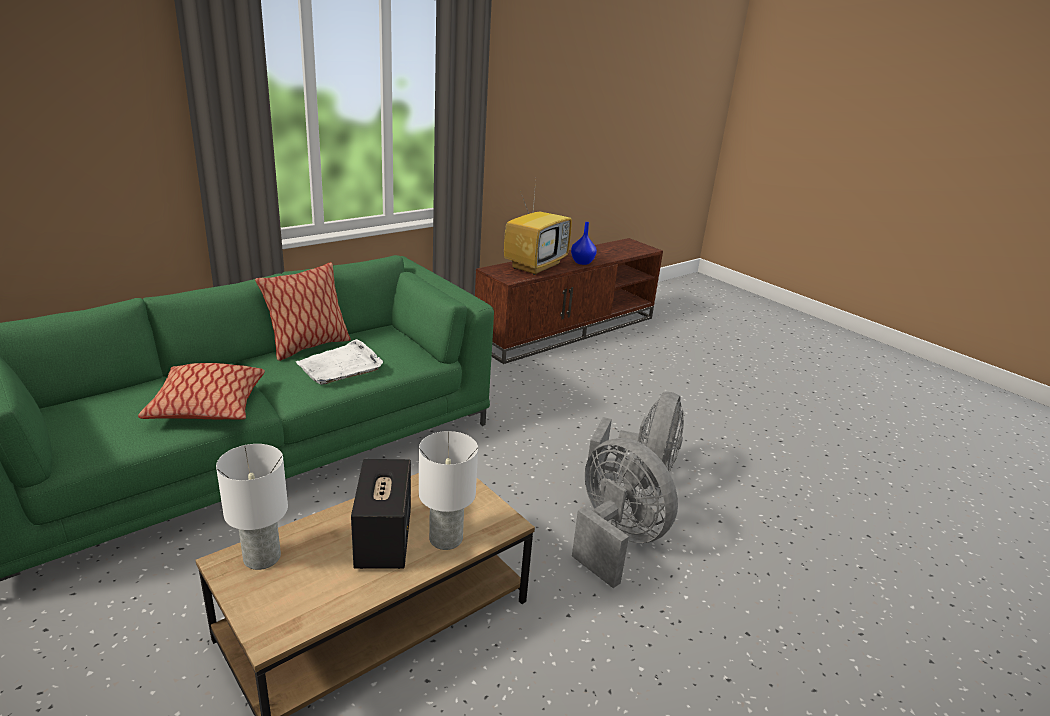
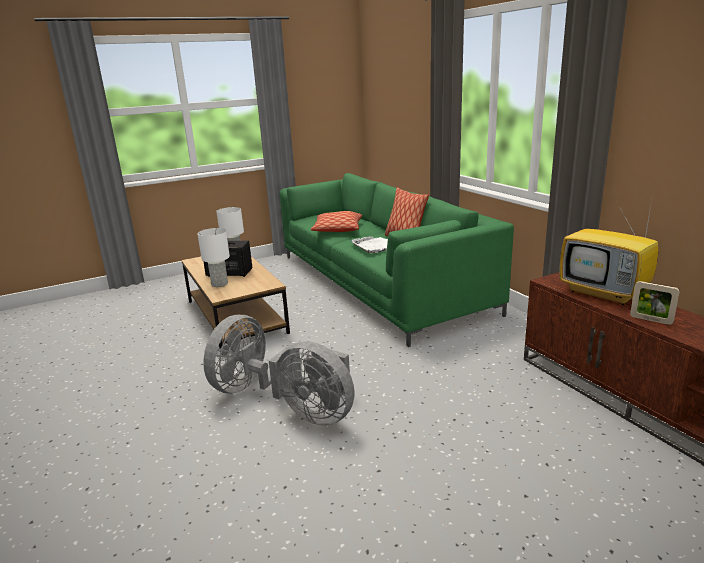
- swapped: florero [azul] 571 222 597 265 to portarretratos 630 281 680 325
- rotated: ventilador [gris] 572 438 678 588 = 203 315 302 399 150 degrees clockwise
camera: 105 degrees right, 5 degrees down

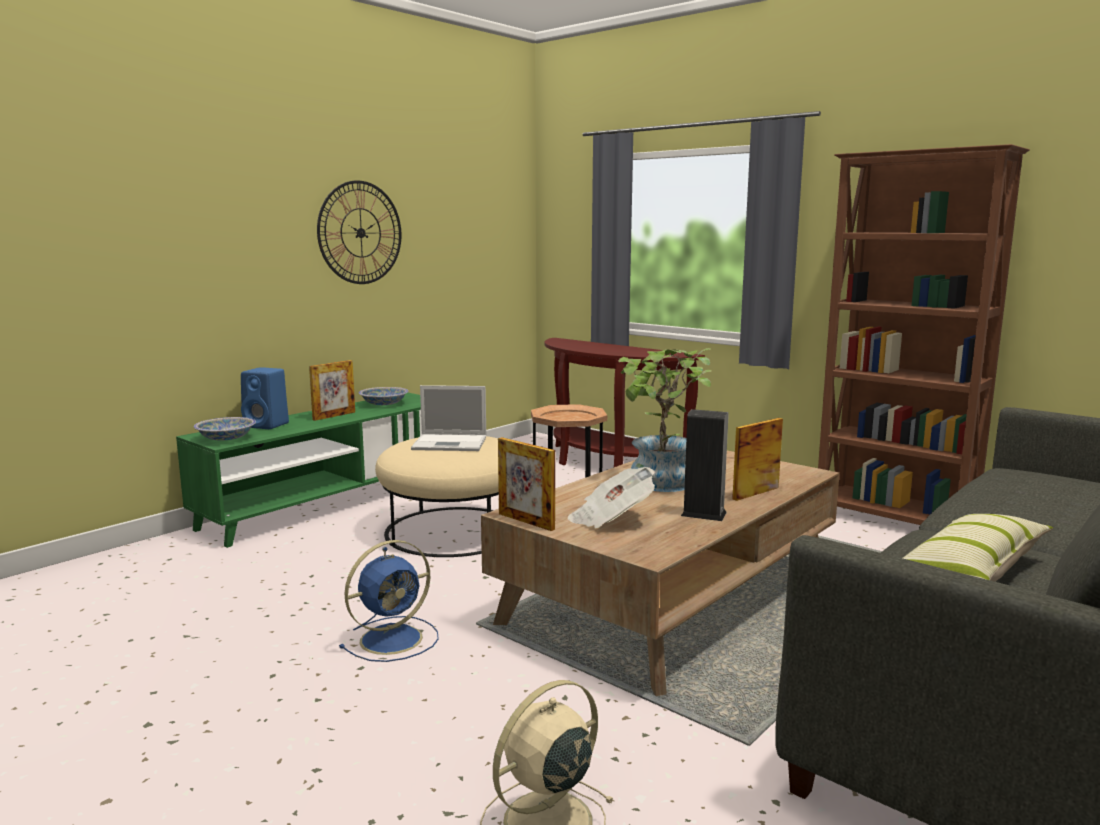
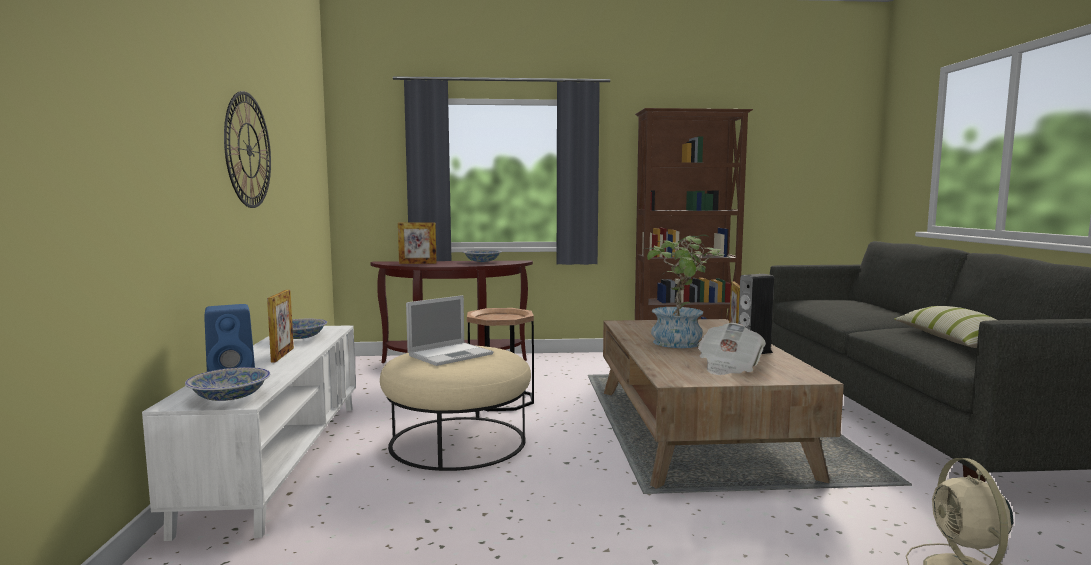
- repainted: mueble de televisión [verde] 176 393 422 548 to mueble de televisión [blanco] 142 325 356 541
- gone: ventilador [azul] 339 540 439 662
- shifted: portarretratos 498 437 555 531 to 398 222 437 264
- new: cuenco 463 250 502 262
camera: 45 degrees left, 5 degrees down

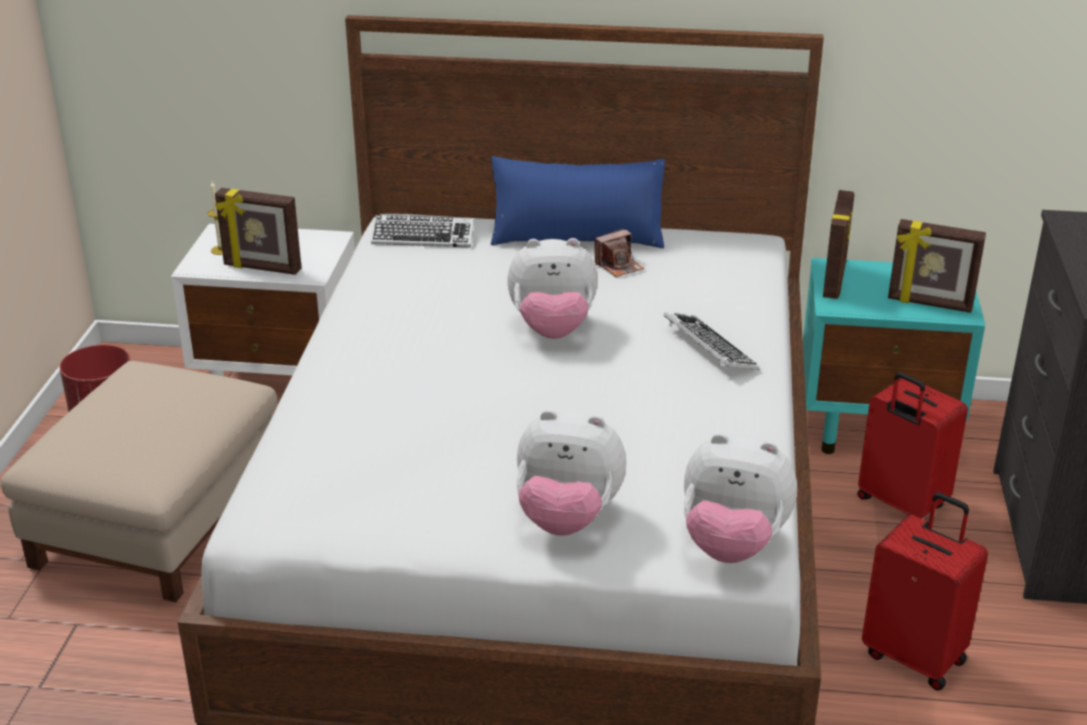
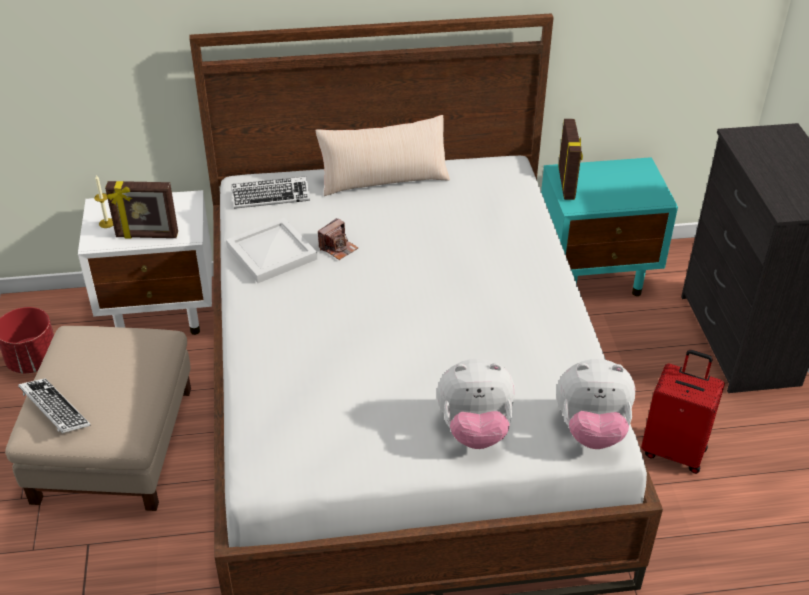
- repainted: cojín [azul] 491 156 665 248 to cojín [beis] 315 115 450 196
- gone: peluche 507 238 598 339
- shifted: cámara 595 229 644 277 to 318 218 358 260
- shifted: teclado 663 312 759 370 to 18 378 91 433
- gone: maleta [rojo] 857 372 968 519
- gone: portarretratos 888 219 986 313
- new: bandeja [blanco] 226 218 317 283
camera: 15 degrees left, 10 degrees up

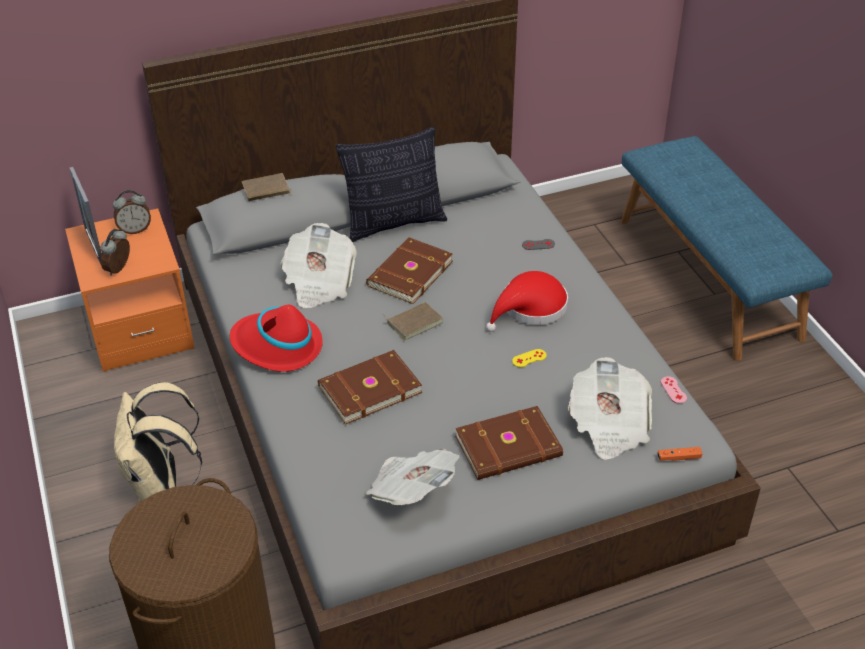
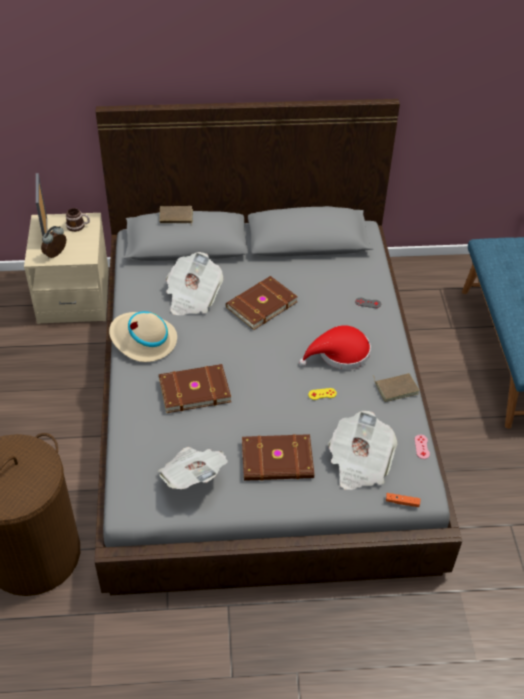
- repainted: mesita de noche [naranja] 65 208 195 372 to mesita de noche [beis] 24 213 109 324
- swapped: despertador 113 190 151 234 to taza grande 66 208 90 232
- gone: mochila [beis] 114 382 202 502
- repainted: sombrero [rojo] 230 305 323 372 to sombrero [beis] 109 311 177 362
- gone: cojín 336 127 447 242
- shifted: libro [marrón] 383 302 443 341 to 373 373 420 402
camera: 15 degrees right, 5 degrees up

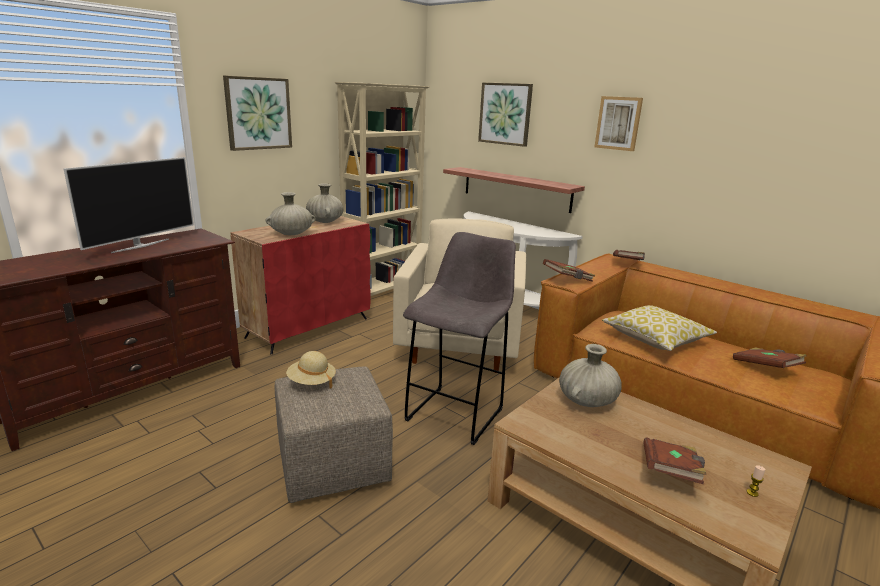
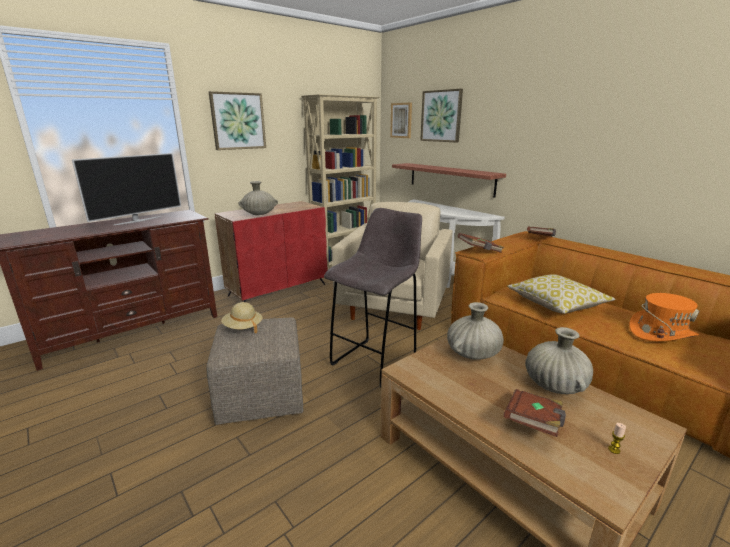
- shifted: florero [beis] 306 183 344 223 to 525 327 593 394
- shifted: cuadro 595 96 643 151 to 390 103 412 138
- swapped: libro [marrón] 733 347 806 368 to sombrero [naranja] 629 293 699 341
camera: 10 degrees right, 0 degrees up

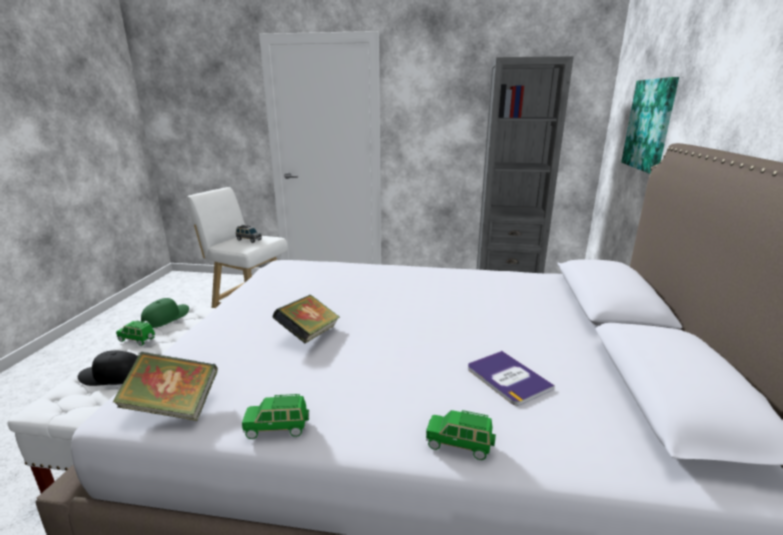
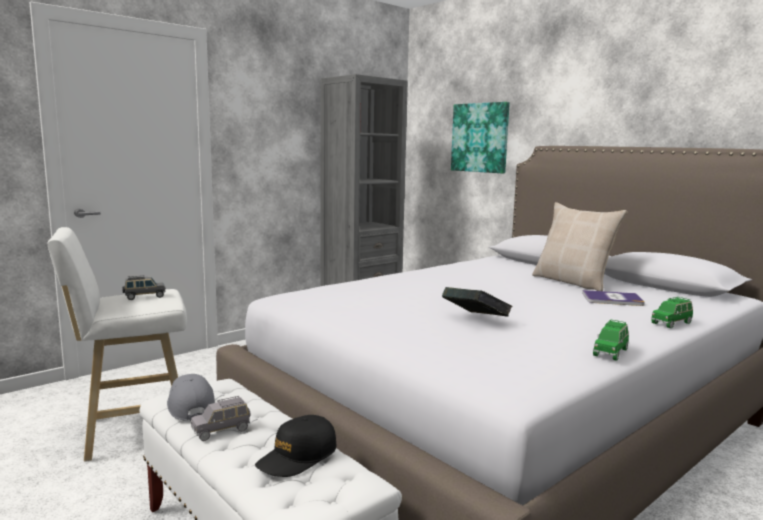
- gone: libro 112 352 218 421
- repainted: coche de juguete [verde] 116 321 155 346 to coche de juguete [gris] 191 396 250 441
- repainted: gorra [verde] 141 298 189 328 to gorra [gris] 167 374 215 421
- new: cojín [beis] 532 202 628 291
camera: 50 degrees left, 10 degrees down

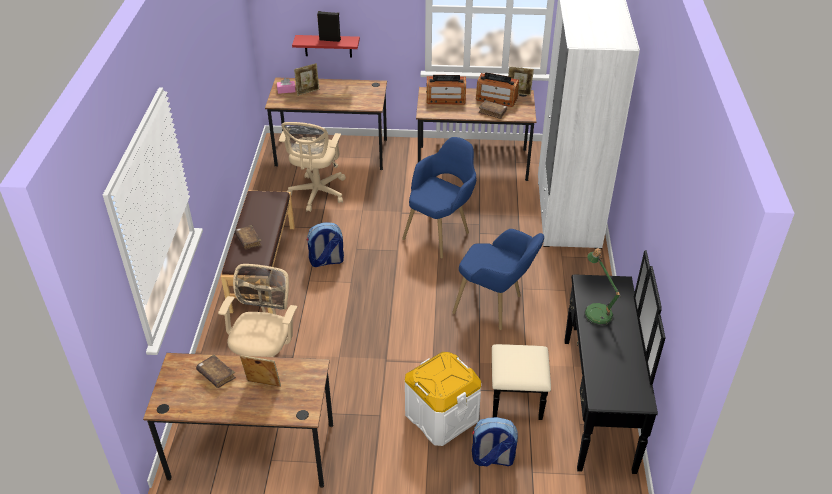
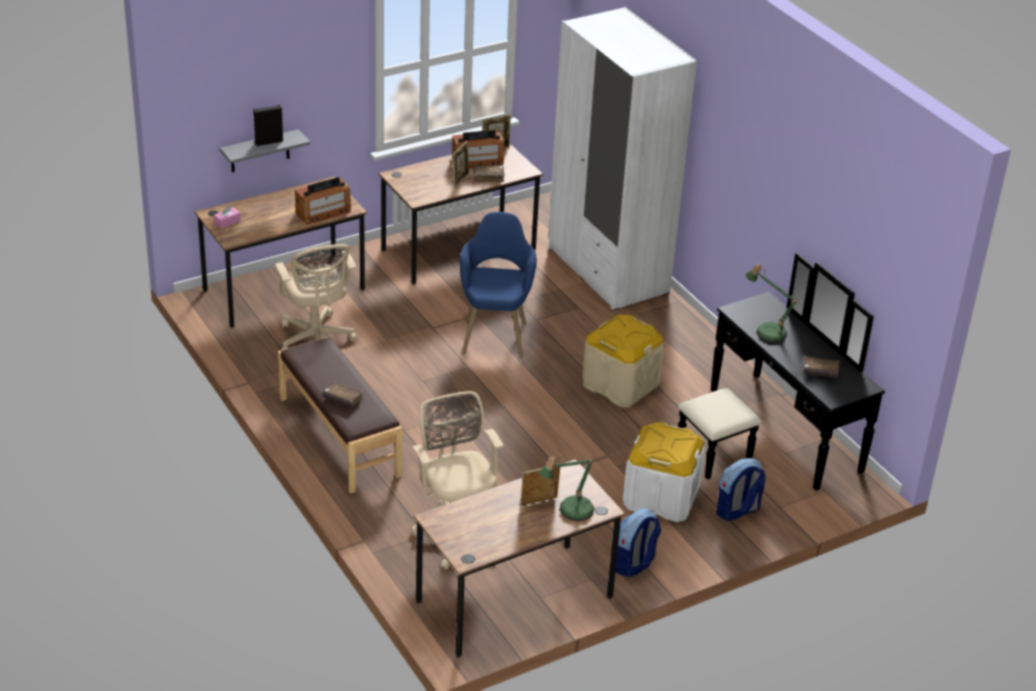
- shifted: libro [marrón] 196 355 236 388 to 803 356 840 378
- repainted: estante [rojo] 292 35 360 57 to estante [gris] 220 129 310 172
- shifted: portarretratos 294 63 319 96 to 452 141 469 187
- shifted: mochila 307 222 344 267 to 615 508 661 577
- shifted: radio 426 75 466 104 to 295 177 351 225
- swapped: sillón [azul] 452 229 544 330 to caja de almacenaje [beis] 582 315 664 408
- new: lámpara de mesa 539 456 594 521
camera: 35 degrees left, 5 degrees down

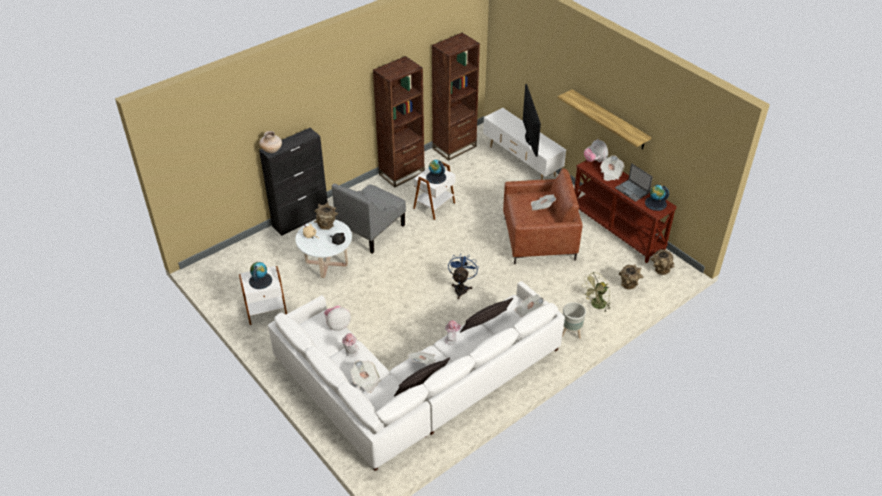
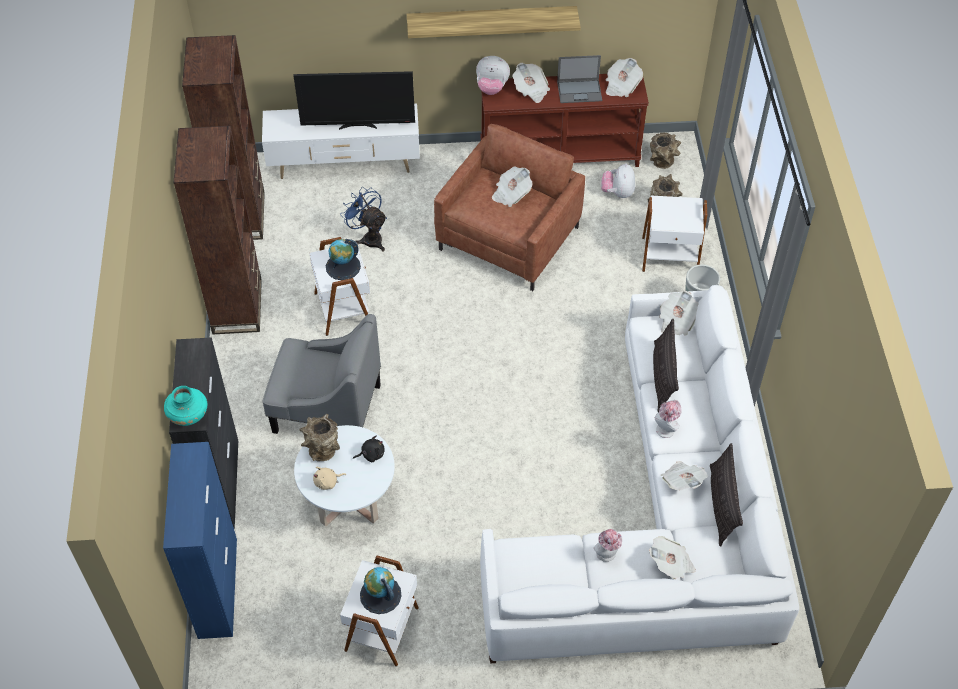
- repainted: florero [beis] 259 131 282 153 to florero [turquesa] 164 386 207 426
- shifted: peluche 324 305 351 331 to 601 163 635 198
- rotated: sillón [gris] 332 184 406 254 = 263 314 381 434 60 degrees counterclockwise
- shifted: ventilador [azul] 448 253 478 299 to 340 187 387 251
- rotated: televisor 523 84 541 157 = 294 71 415 130 150 degrees clockwise
- swapped: ventilador [verde] 582 272 611 312 to mesa auxiliar [blanco] 642 196 707 272
- swapped: globo terráqueo 645 185 669 211 to periódico 606 58 643 97
- new: armario [azul] 163 442 237 639
camera: 55 degrees left, 10 degrees up

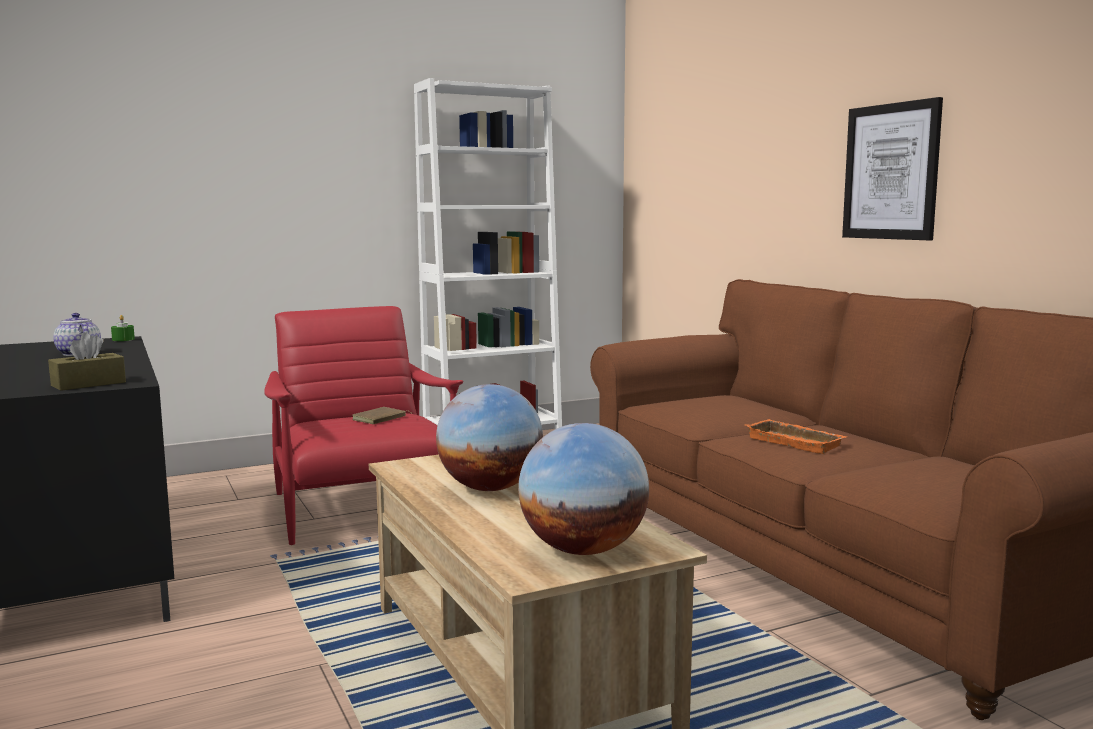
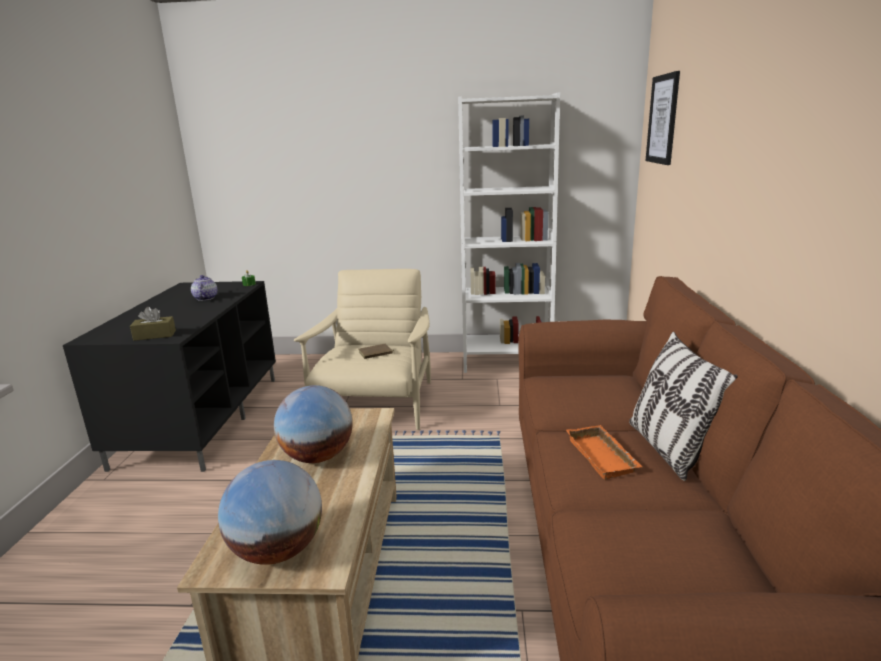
- repainted: sillón [rojo] 264 306 463 545 to sillón [beis] 294 269 431 430
- shifted: cuadro 842 97 943 240 to 646 71 680 165
- new: cojín 629 332 738 481
camera: 30 degrees right, 10 degrees up

